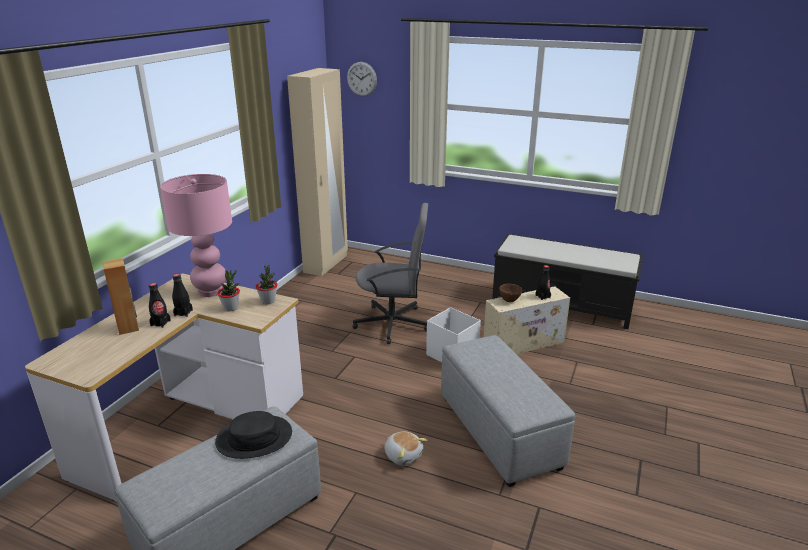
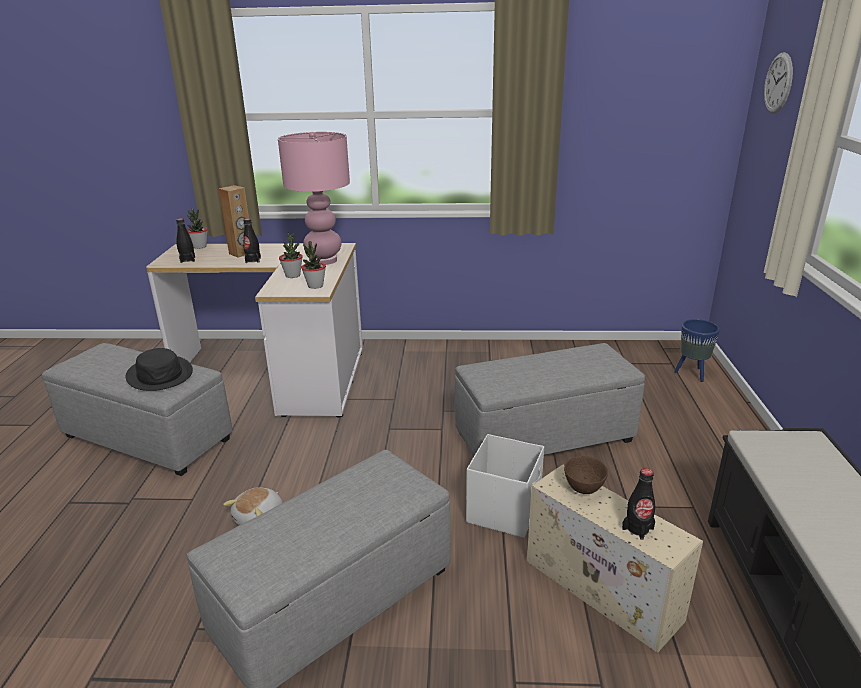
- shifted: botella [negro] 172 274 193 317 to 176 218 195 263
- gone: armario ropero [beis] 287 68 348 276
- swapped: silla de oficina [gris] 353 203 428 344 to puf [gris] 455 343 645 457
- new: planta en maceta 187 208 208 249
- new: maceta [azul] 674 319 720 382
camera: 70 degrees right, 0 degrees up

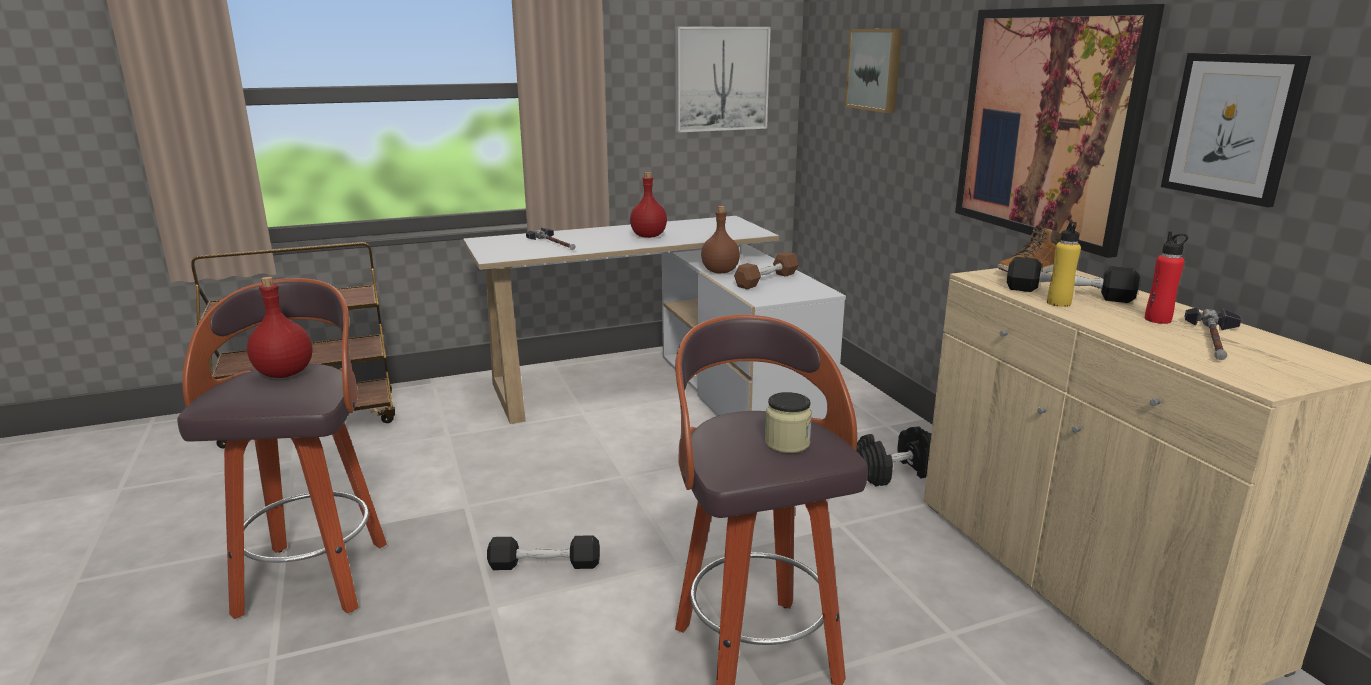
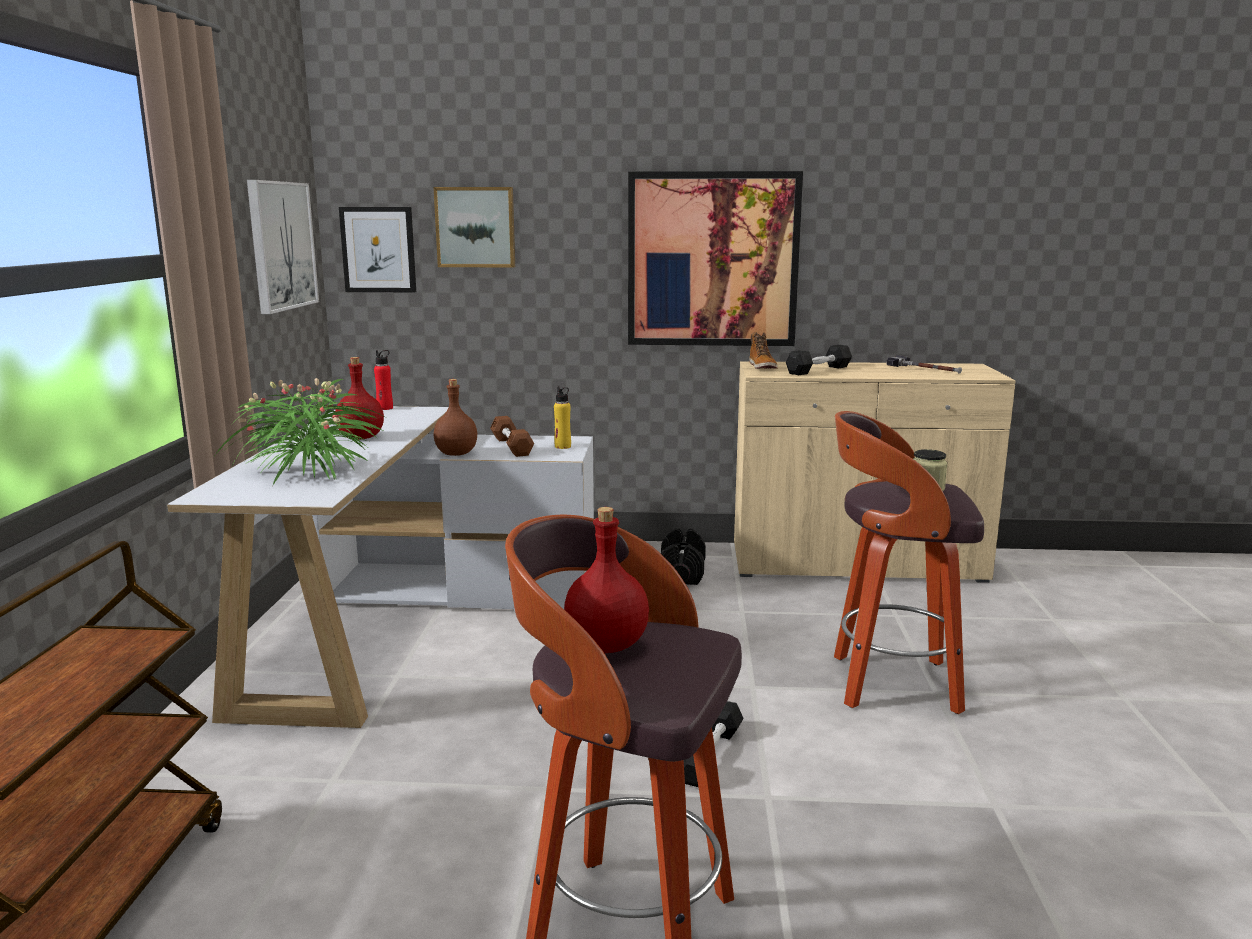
- swapped: martillo 526 228 576 250 to planta en maceta 215 378 383 485
- shifted: botella [amarillo] 1047 220 1081 307 to 554 386 571 449
- shifted: botella [rojo] 1145 231 1188 324 to 374 350 393 410
- shifted: cuadro 1161 53 1311 207 to 339 207 416 292
camera: 65 degrees left, 5 degrees down

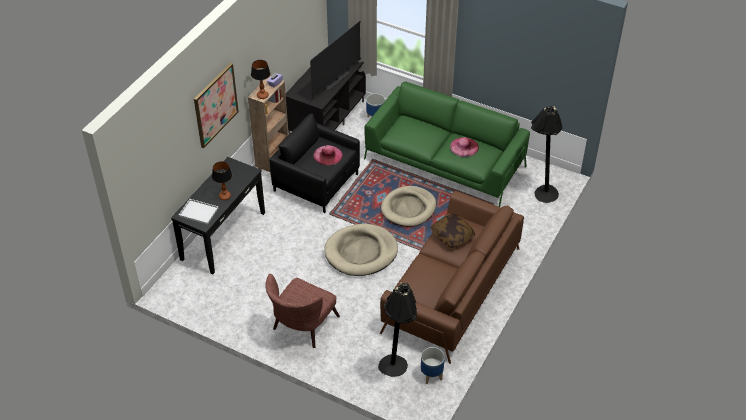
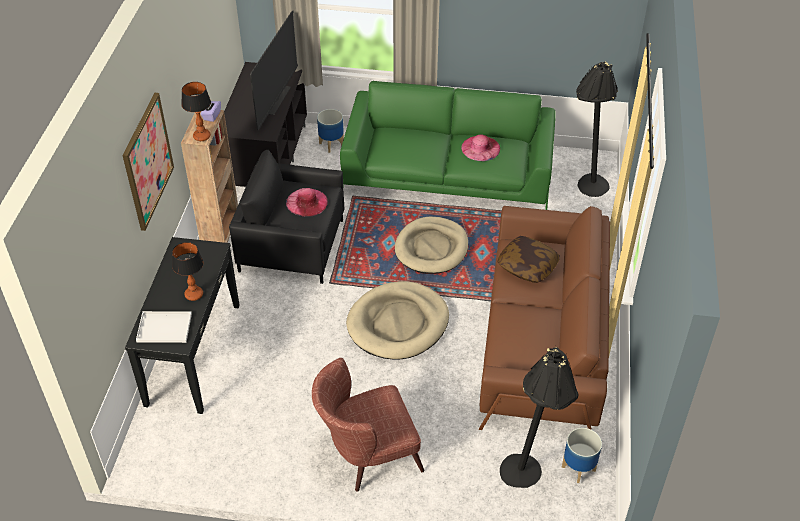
- rotated: sillón [marrón] 265 274 340 348 = 312 358 424 492 60 degrees clockwise
camera: 20 degrees left, 0 degrees up

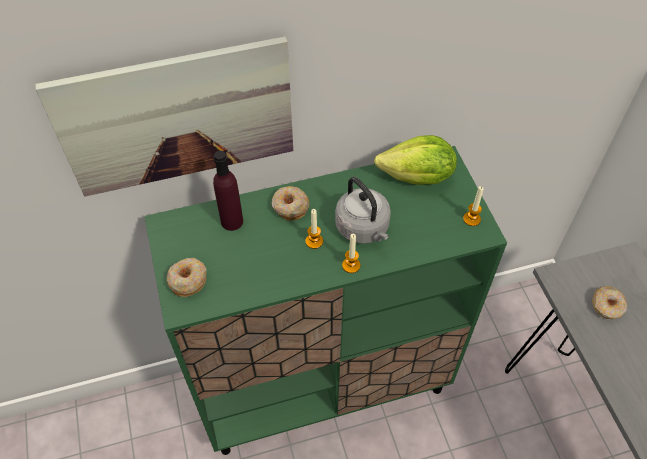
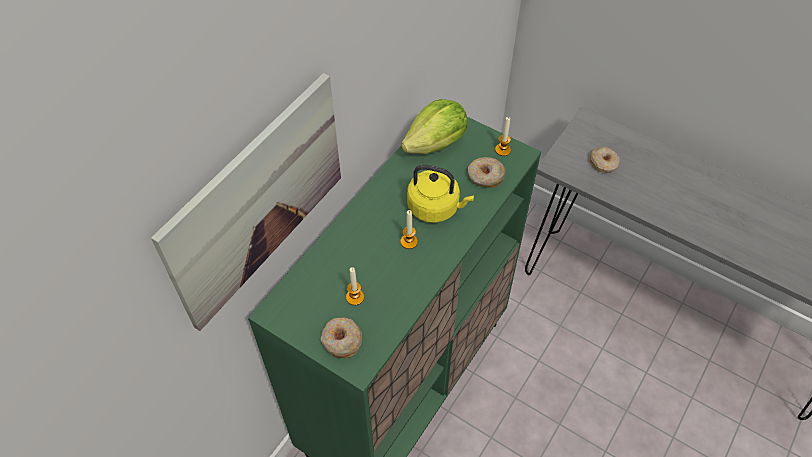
- gone: botella [morado] 213 151 243 231
- shifted: rosquilla 272 186 309 221 to 468 157 506 188
- repainted: hervidor [gris] 335 177 391 244 to hervidor [amarillo] 407 165 474 223
- shifted: vela 342 234 360 273 to 346 267 364 305
camera: 40 degrees left, 0 degrees up

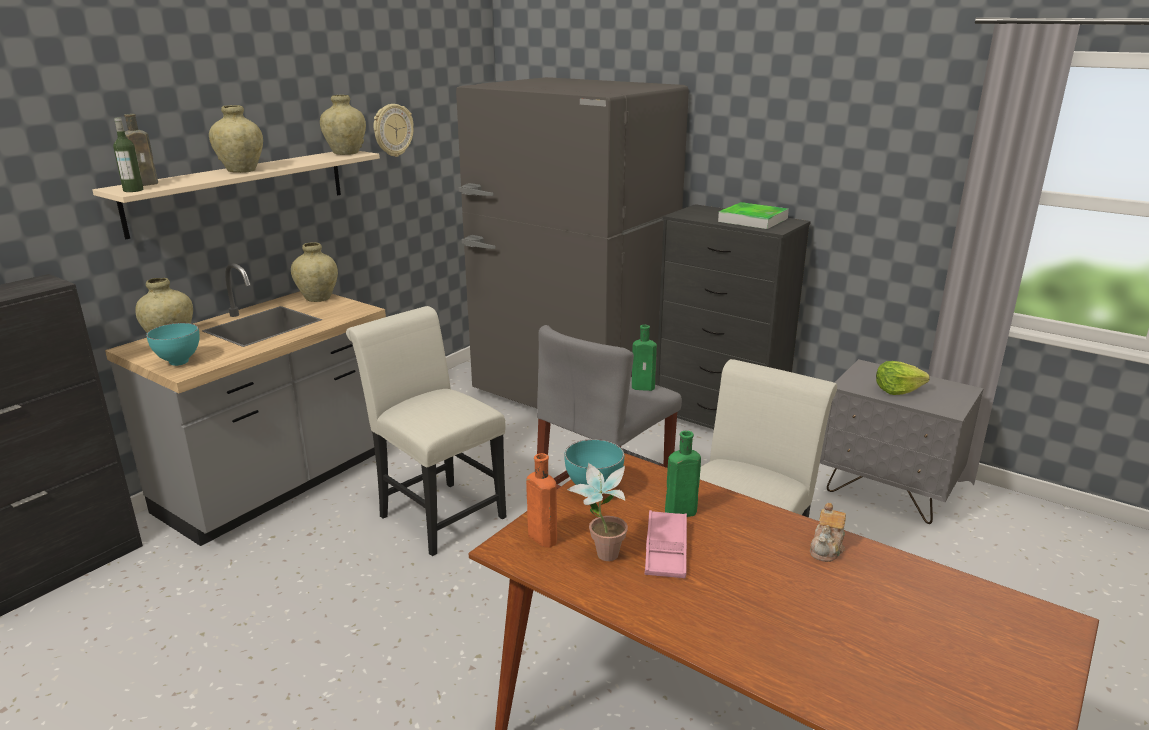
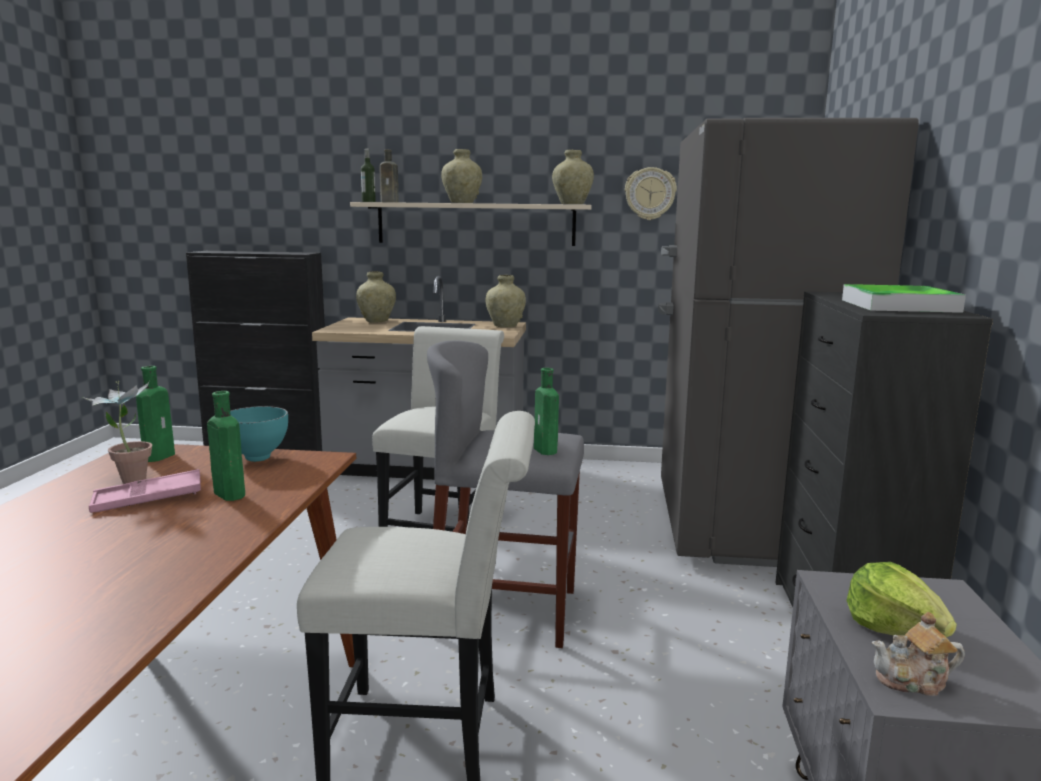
- gone: cuenco [turquesa] 146 323 200 366
- repainted: botella [naranja] 526 453 557 547 to botella [verde] 136 366 175 462
- shifted: tetera 810 503 846 562 to 872 612 965 696
camera: 60 degrees right, 10 degrees down

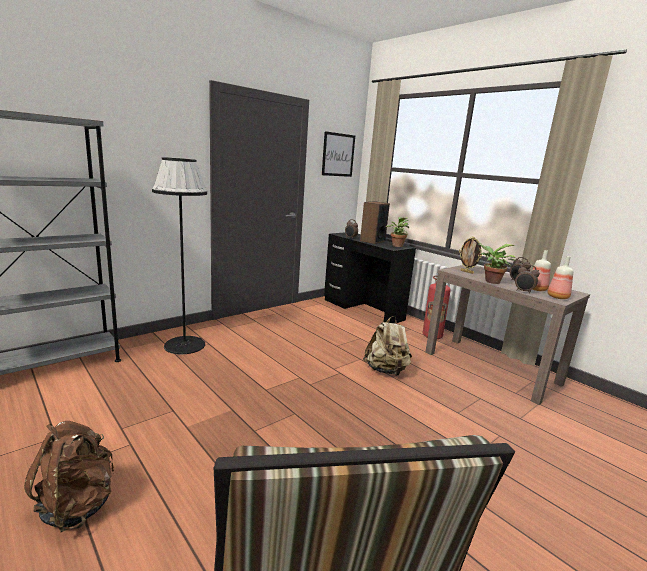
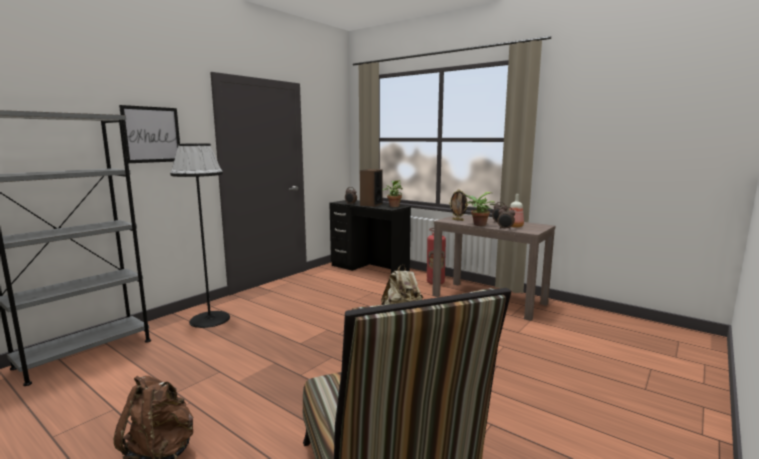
- shifted: cuadro 322 131 355 177 to 119 105 180 163
- gone: botella 547 256 573 299
camera: 10 degrees left, 5 degrees down

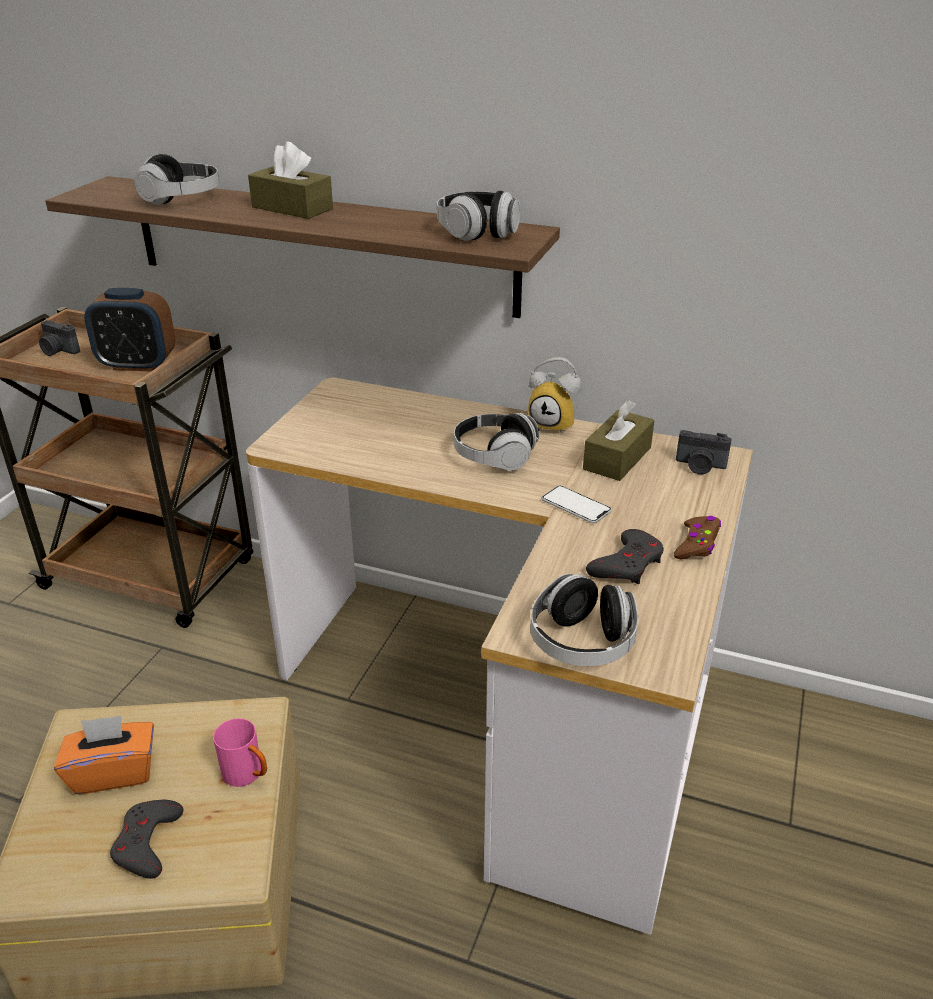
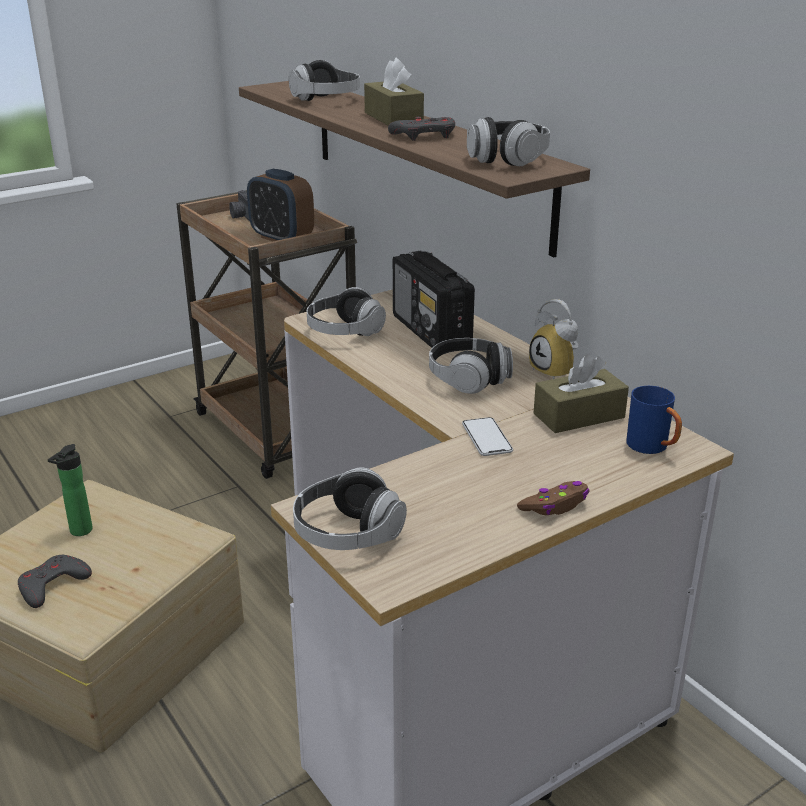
- swapped: caja de pañuelos [naranja] 54 715 154 794 to botella 48 444 93 536
- gone: taza grande [rosa] 213 718 267 787
- shifted: mando de consola [gris] 586 529 664 584 to 388 117 455 141
- swapped: cámara 676 430 732 474 to taza grande [azul] 626 386 682 454
- new: auriculares 307 287 386 336
- new: radio 393 250 475 348
camera: 35 degrees right, 5 degrees down

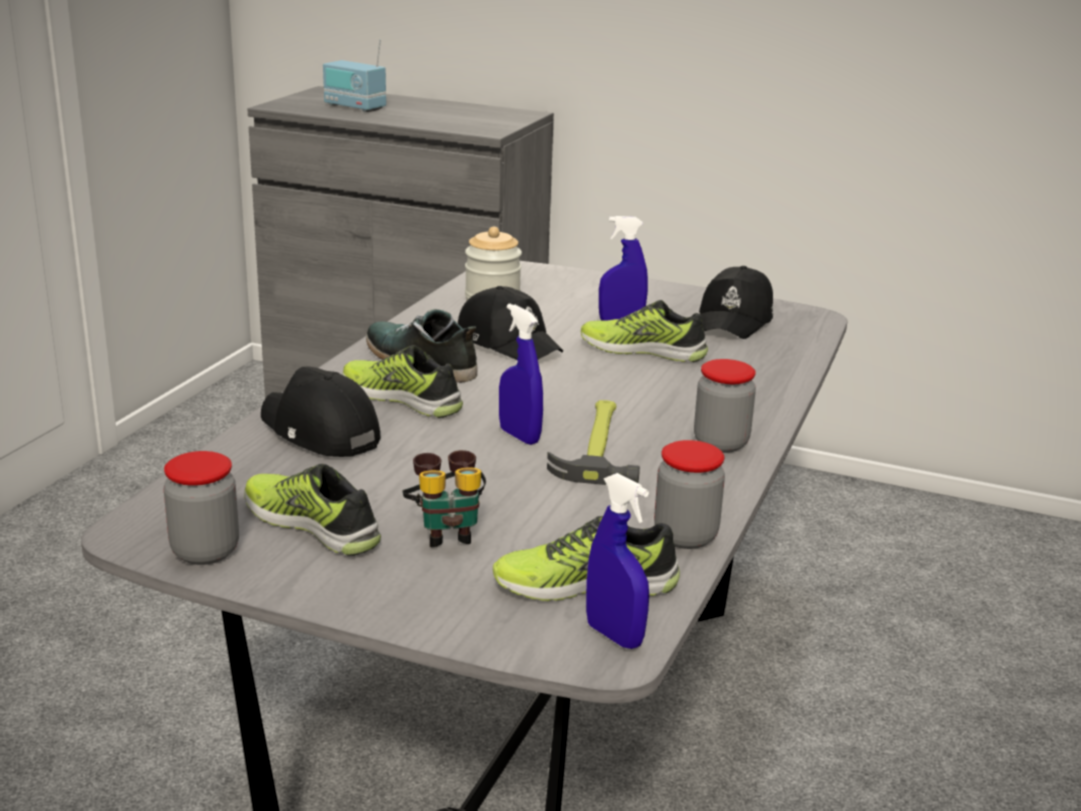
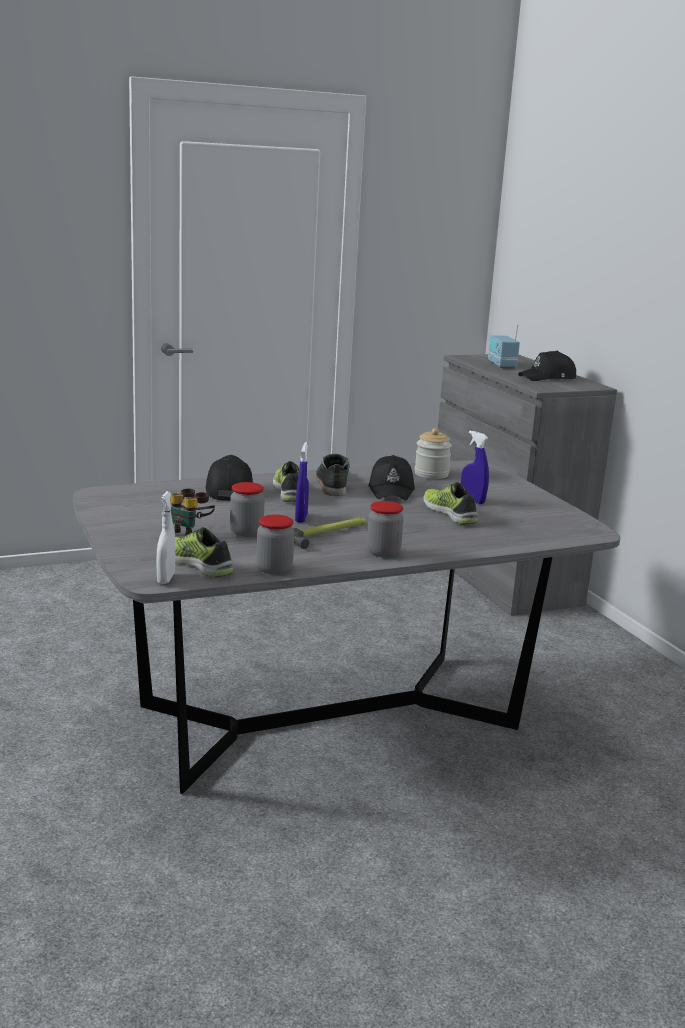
- shifted: tarro 164 451 239 565 to 230 482 265 537
- gone: zapato 244 464 381 556
- repainted: pulverizador [azul] 586 473 649 649 to pulverizador [blanco] 157 491 175 584
- shifted: gorra [negro] 699 266 773 339 to 518 351 576 381
camera: 45 degrees right, 5 degrees down

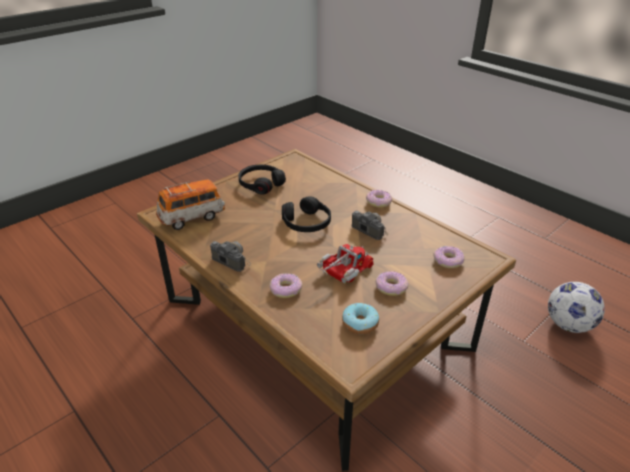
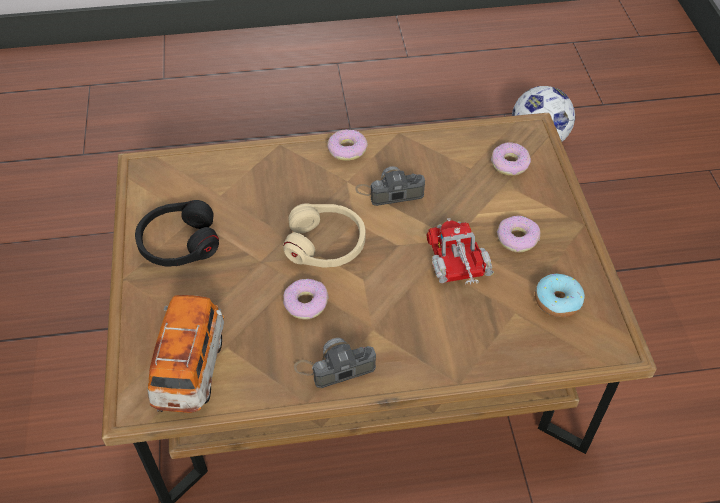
- shifted: rosquilla 269 273 303 298 to 283 279 329 320
- repainted: auriculares [negro] 282 196 331 232 to auriculares [beis] 283 203 365 268
camera: 55 degrees left, 15 degrees up

